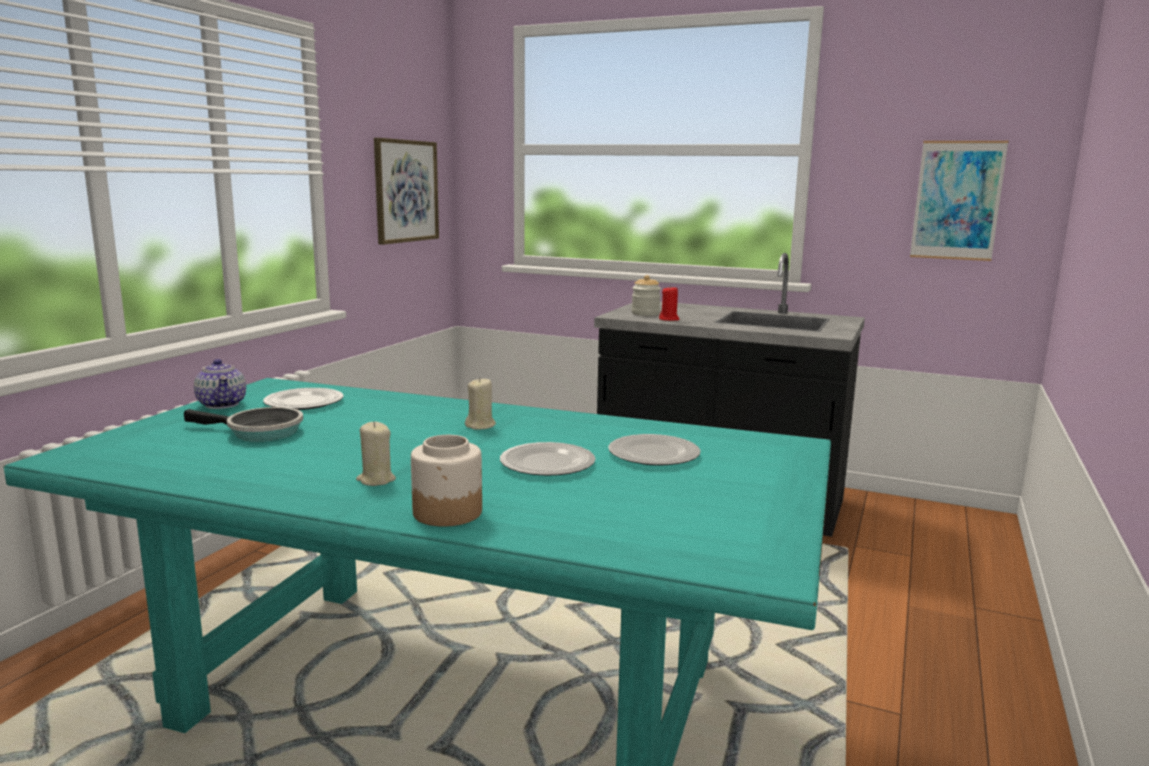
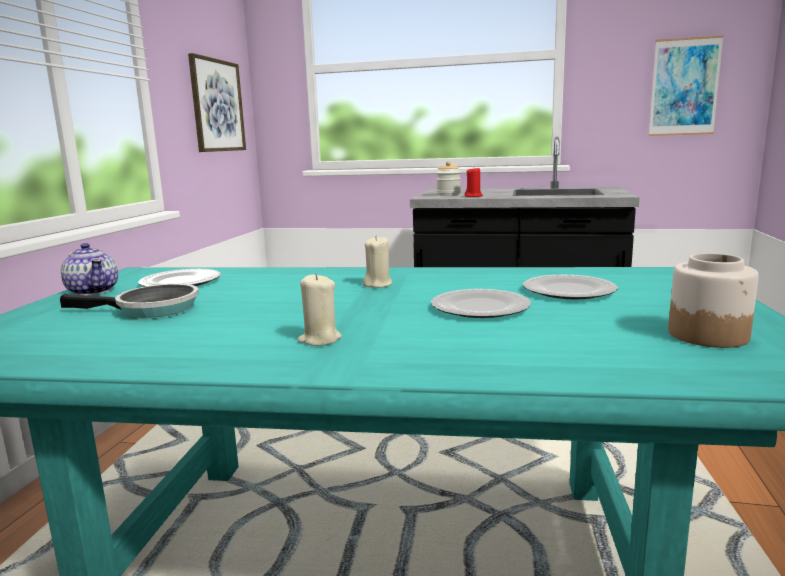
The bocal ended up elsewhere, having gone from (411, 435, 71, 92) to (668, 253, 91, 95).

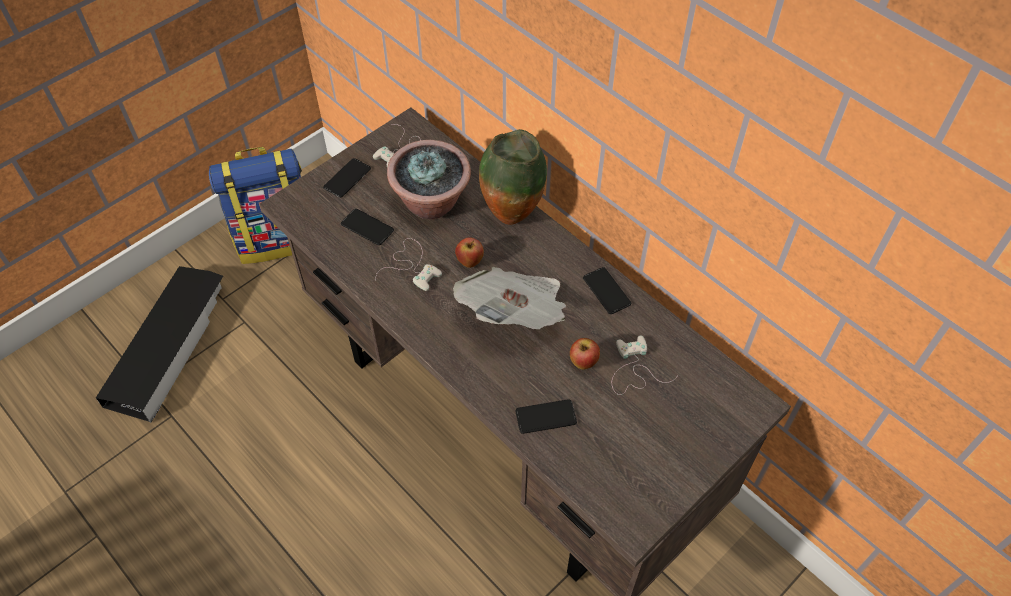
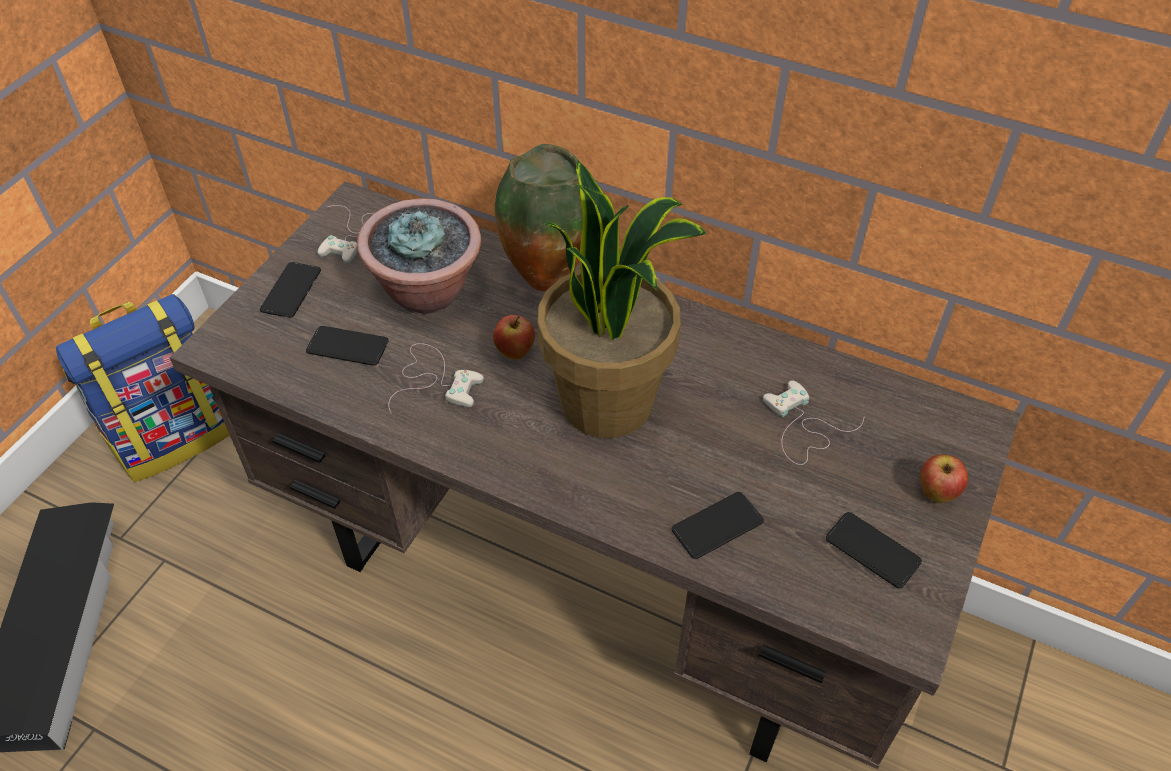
Where the journal stood at (453, 267, 113, 62), the plante en pot came to stand at (537, 160, 169, 278).
The téléphone ended up elsewhere, having gone from (583, 267, 48, 47) to (826, 512, 96, 76).
The pomme ended up elsewhere, having gone from (570, 338, 30, 31) to (920, 455, 48, 48).

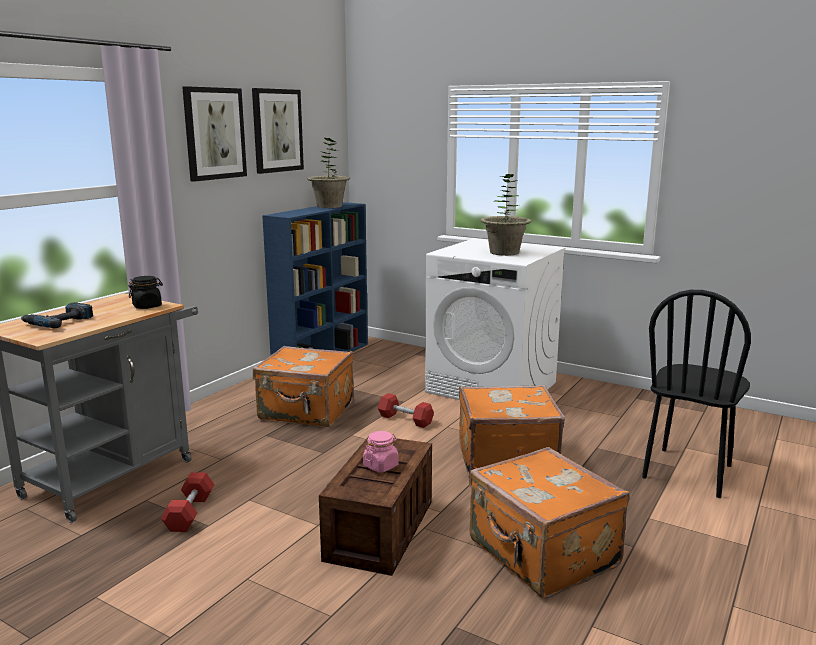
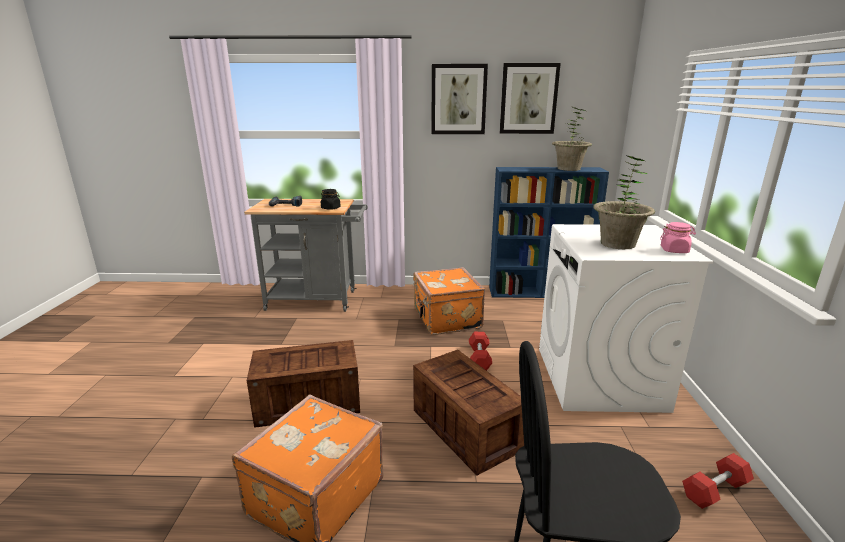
Where the valise [orange] stood at (459, 385, 106, 92), the caisse came to stand at (413, 350, 111, 125).
The bocal [rose] ended up elsewhere, having gone from (363, 431, 36, 42) to (660, 222, 36, 31).
The haltère [rouge] ended up elsewhere, having gone from (161, 472, 54, 60) to (682, 453, 72, 56).

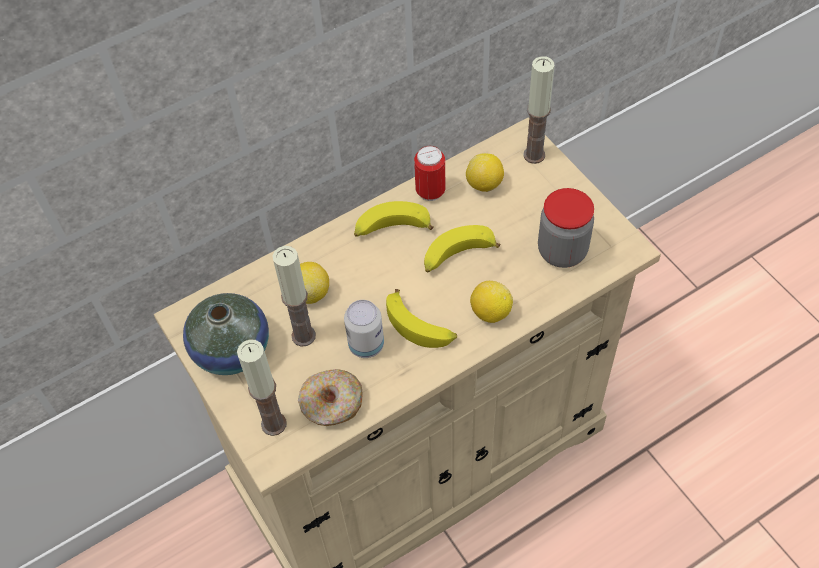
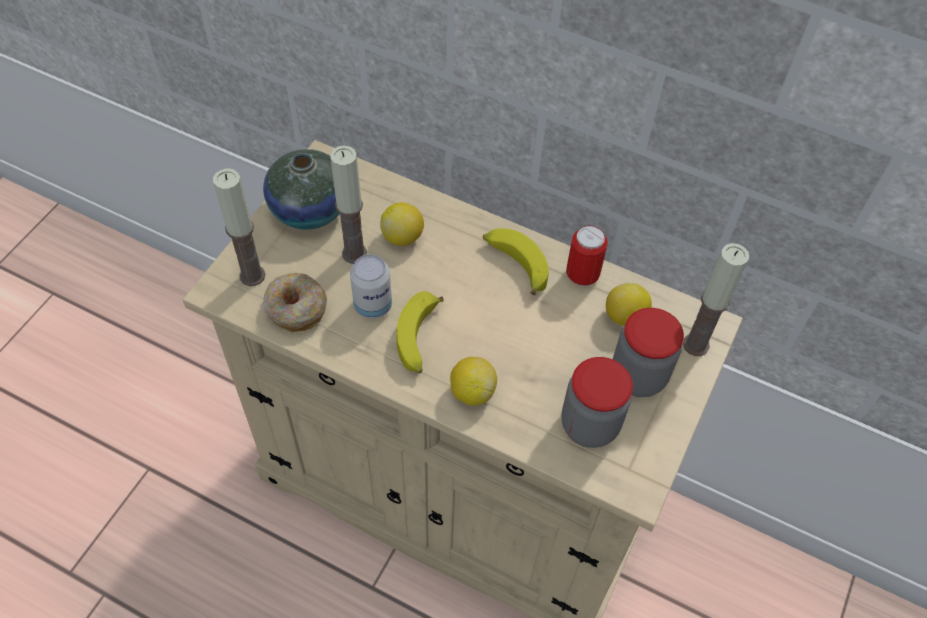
The second view lost the banane at (424, 225, 77, 47).
The second view gained the bocal at (613, 308, 71, 89).

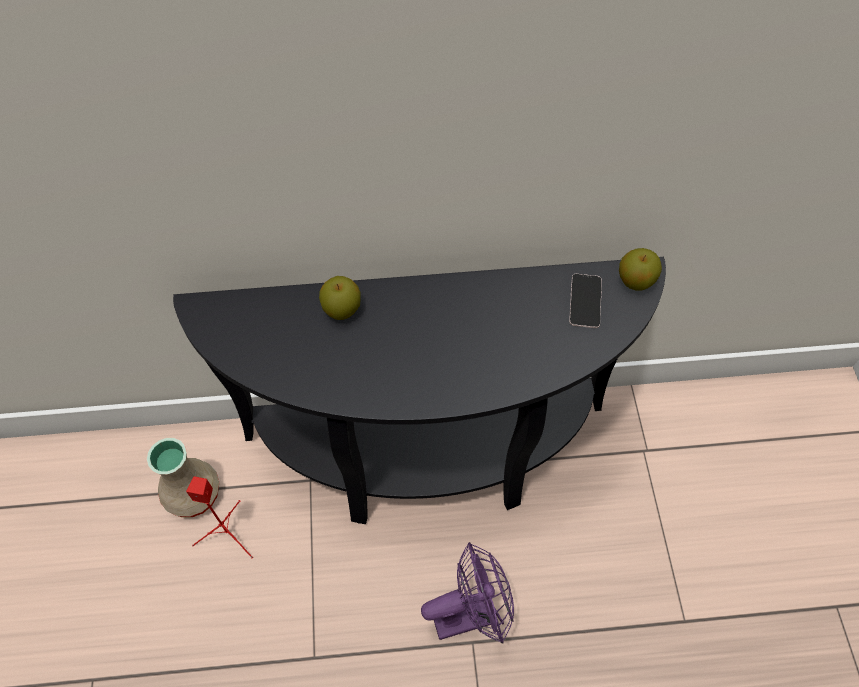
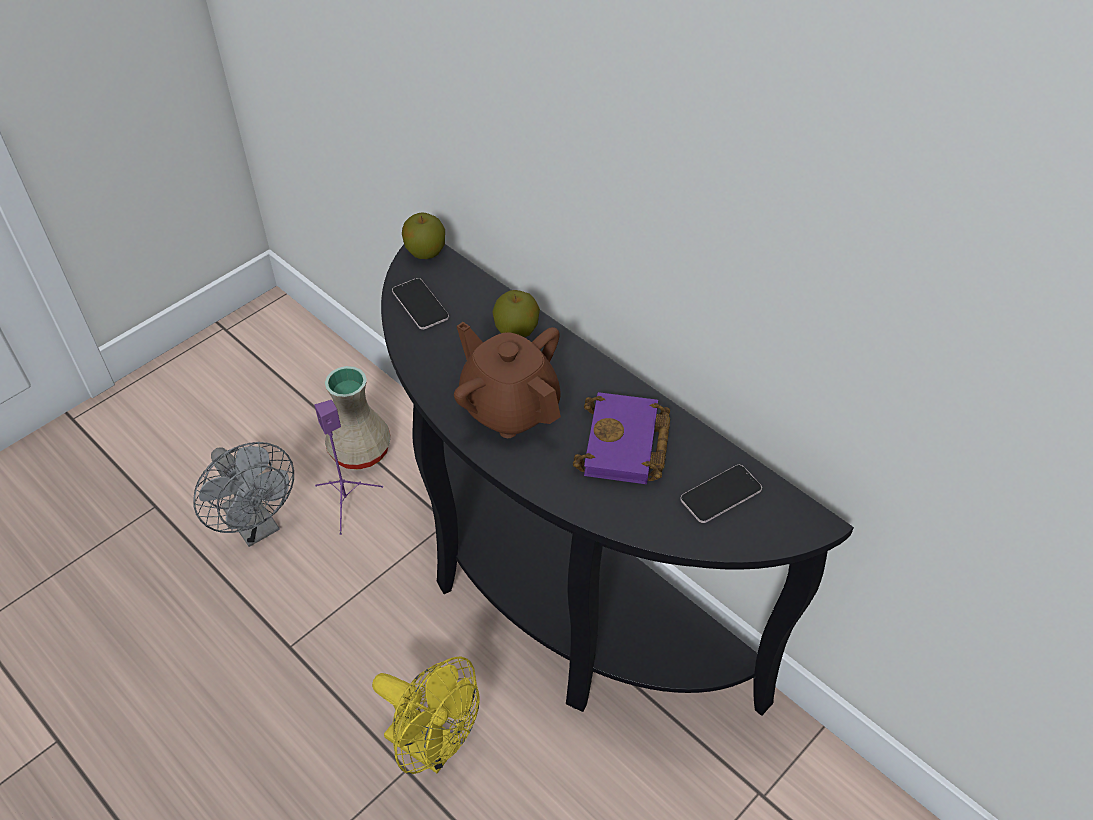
The pomme ended up elsewhere, having gone from (619, 248, 43, 43) to (402, 212, 43, 47).
What was the enceinte [rouge] at (186, 476, 67, 83) turned into the enceinte [violet] at (315, 400, 68, 135).
What was the ventilateur [violet] at (421, 542, 93, 102) turned into the ventilateur [jaune] at (372, 656, 108, 118).
The second view gained the téléphone at (392, 278, 57, 51).
The second view gained the théière [marron] at (454, 322, 107, 116).
The second view gained the livre [violet] at (573, 392, 97, 92).
The second view gained the ventilateur [gris] at (193, 442, 101, 105).

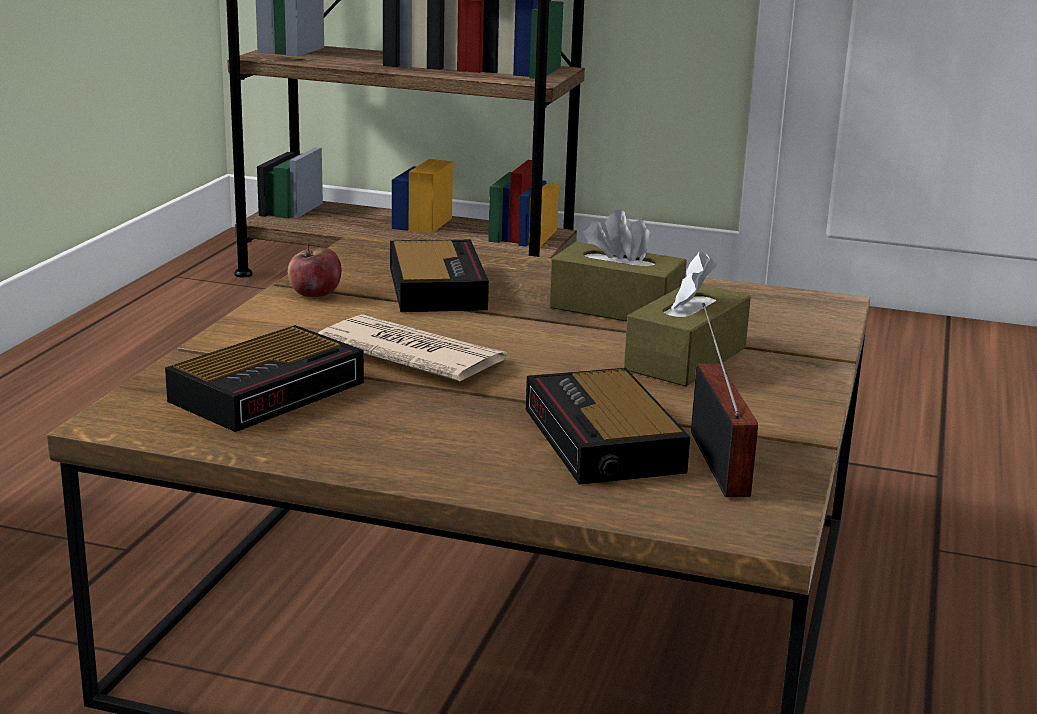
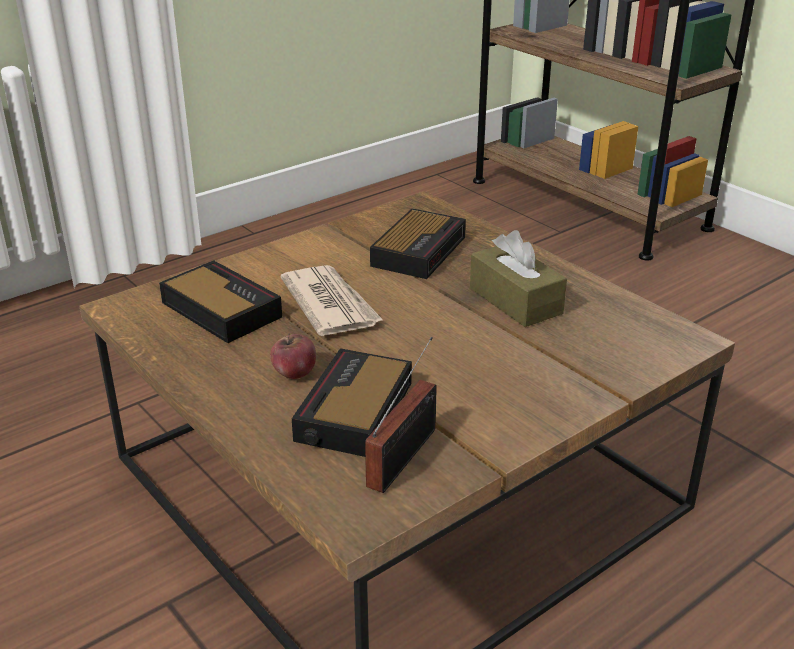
The pomme ended up elsewhere, having gone from (288, 244, 54, 53) to (270, 333, 46, 46).
The second view lost the boîte à mouchoirs [marron] at (624, 252, 127, 135).
The réveil at (165, 325, 199, 107) ended up facing another way, 120 degrees counterclockwise from before.

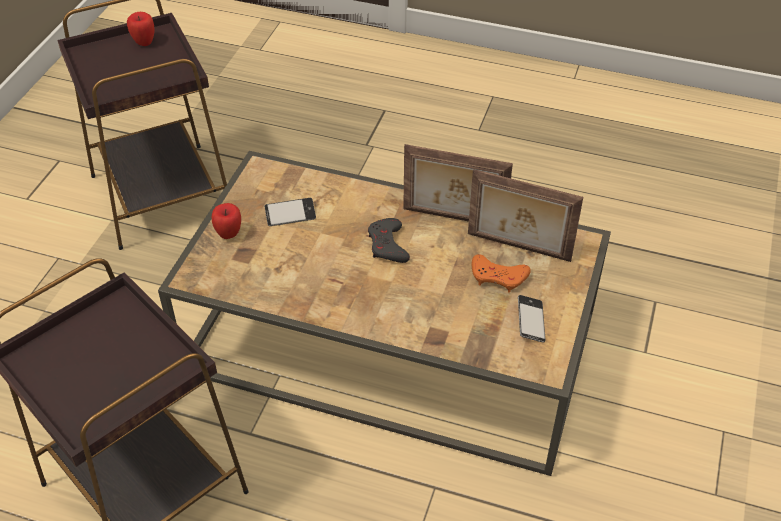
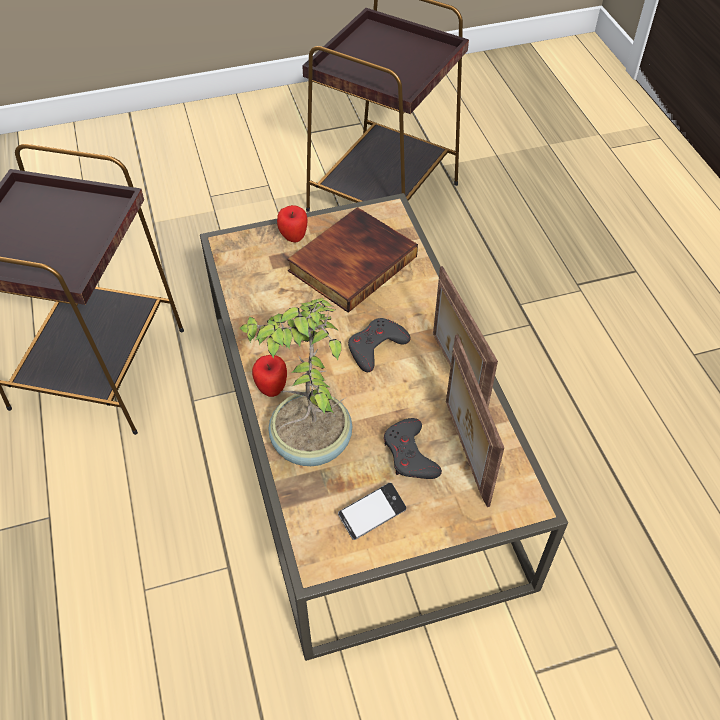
The pomme ended up elsewhere, having gone from (127, 12, 27, 34) to (252, 355, 35, 42).
Where the téléphone stood at (264, 198, 52, 28), the livre came to stand at (287, 207, 131, 106).
What was the manette [orange] at (472, 254, 59, 39) turned into the manette [gris] at (384, 418, 58, 61).
The second view gained the plante en pot at (240, 298, 112, 168).

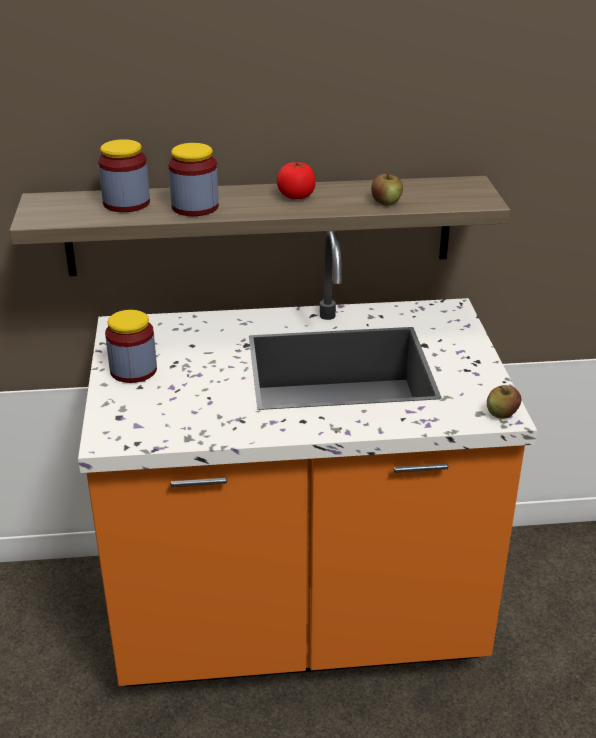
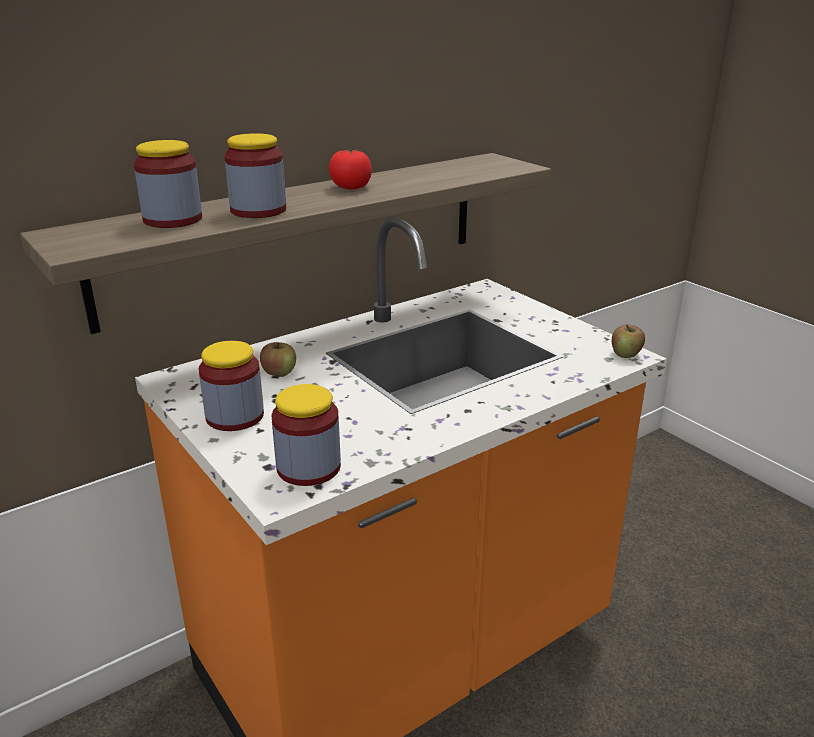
The pomme ended up elsewhere, having gone from (371, 174, 32, 32) to (260, 342, 36, 35).
The second view gained the bocal at (272, 384, 69, 102).

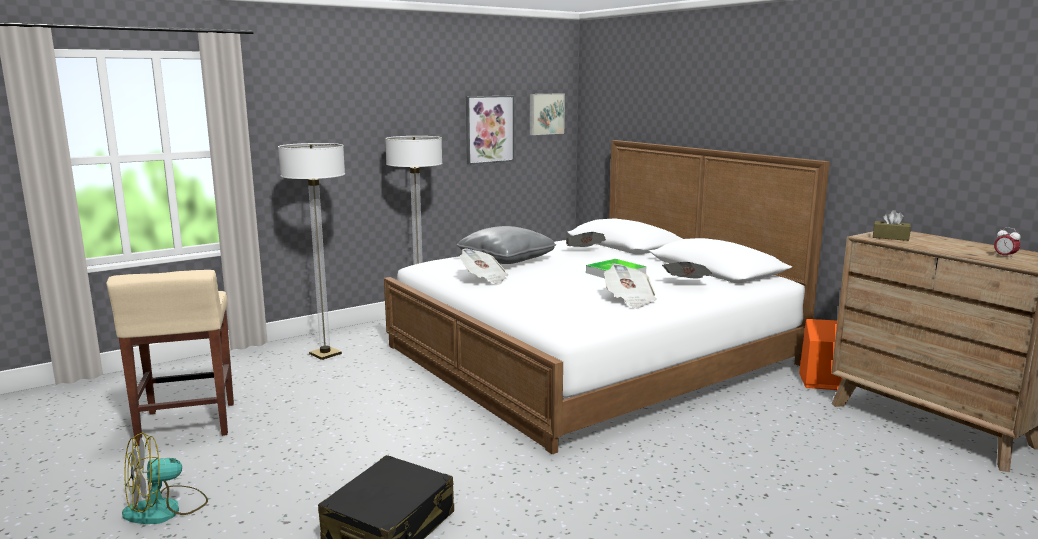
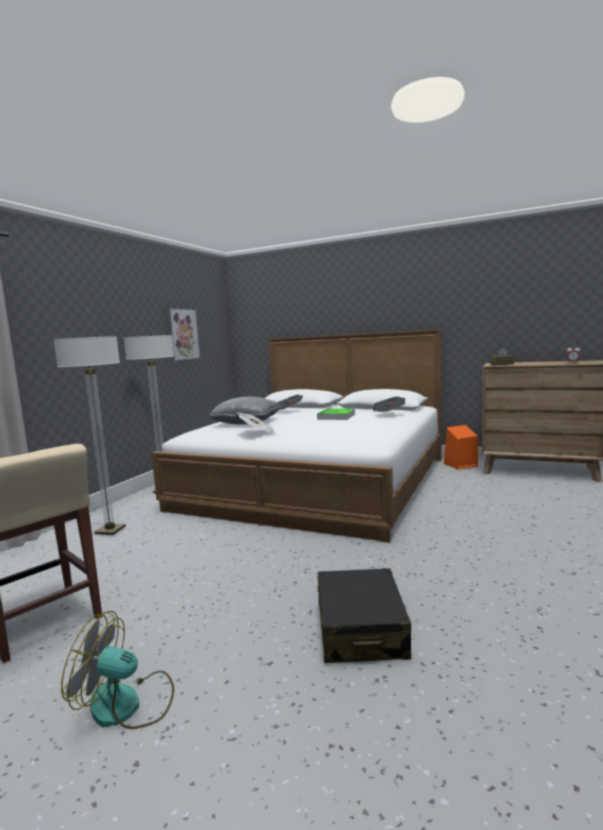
The second view lost the tableau at (530, 93, 35, 42).
The second view lost the journal at (604, 264, 53, 44).
The ventilateur at (122, 432, 86, 92) ended up facing another way, 75 degrees clockwise from before.

